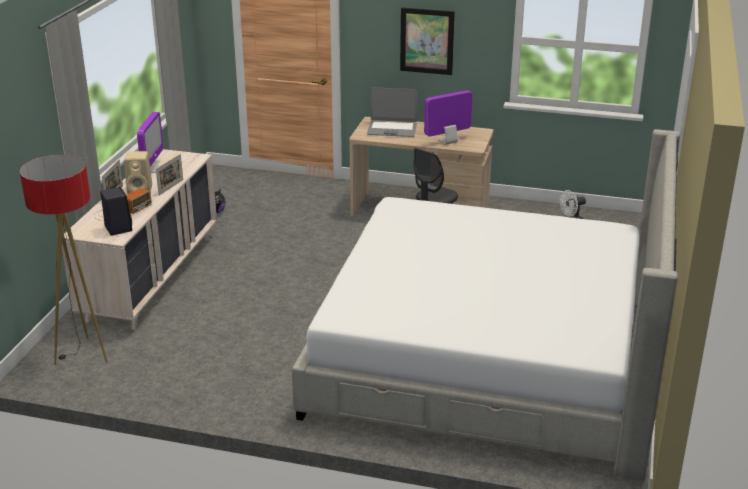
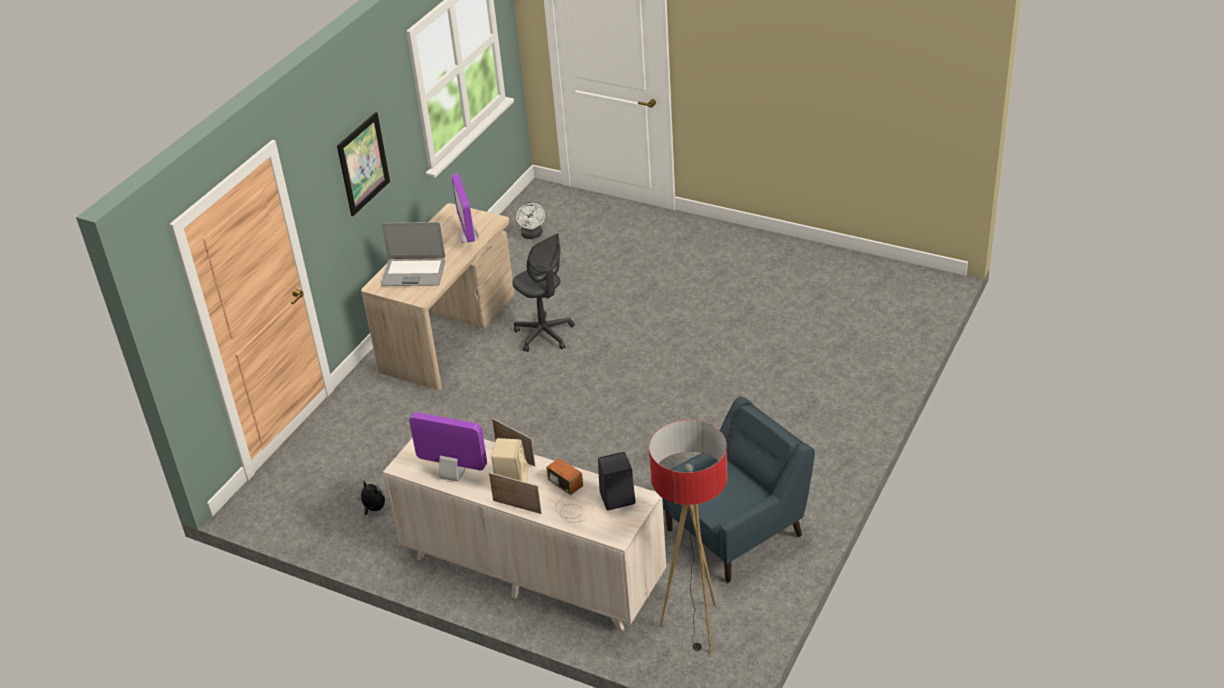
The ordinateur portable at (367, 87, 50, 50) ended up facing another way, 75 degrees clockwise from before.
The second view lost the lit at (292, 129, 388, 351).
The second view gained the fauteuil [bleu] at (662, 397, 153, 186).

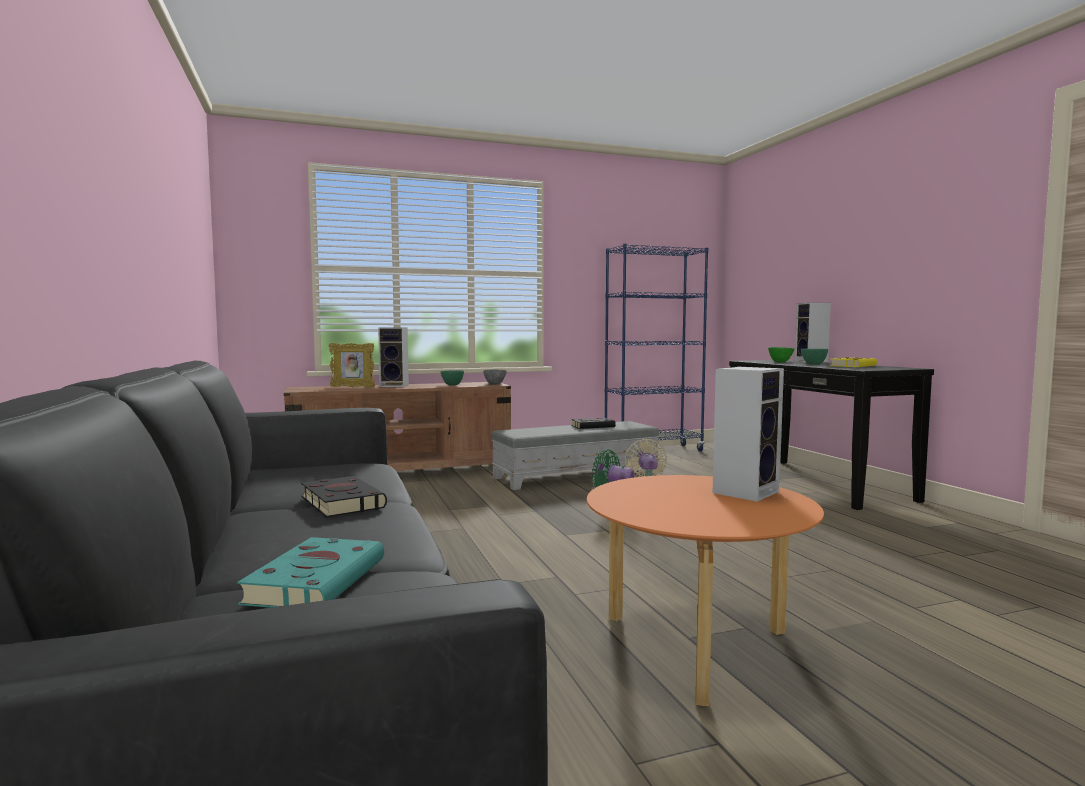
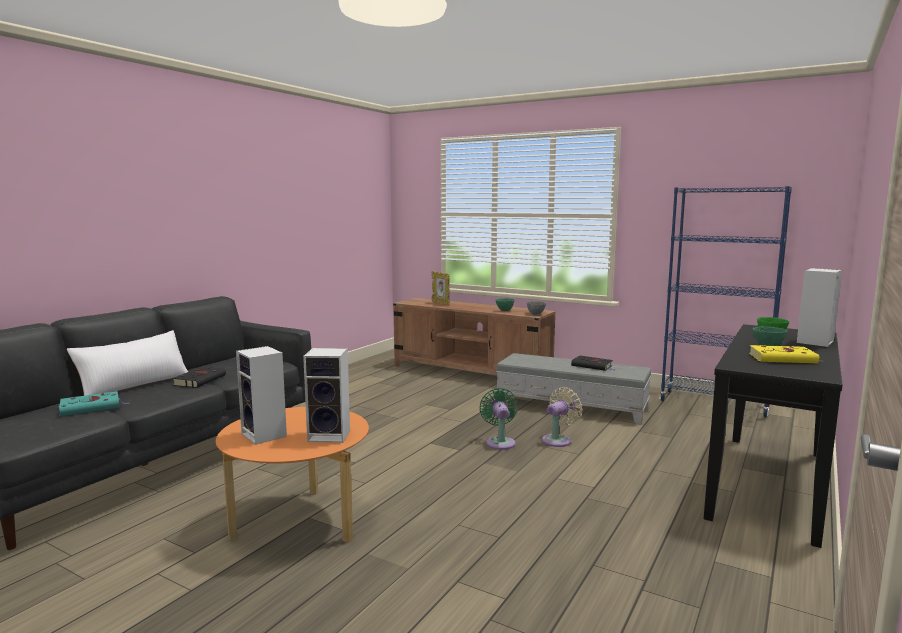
The enceinte ended up elsewhere, having gone from (378, 327, 31, 60) to (236, 346, 51, 99).
The second view gained the coussin [blanc] at (67, 330, 121, 66).

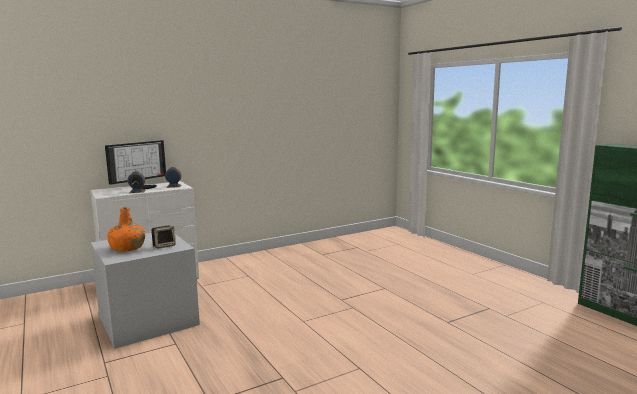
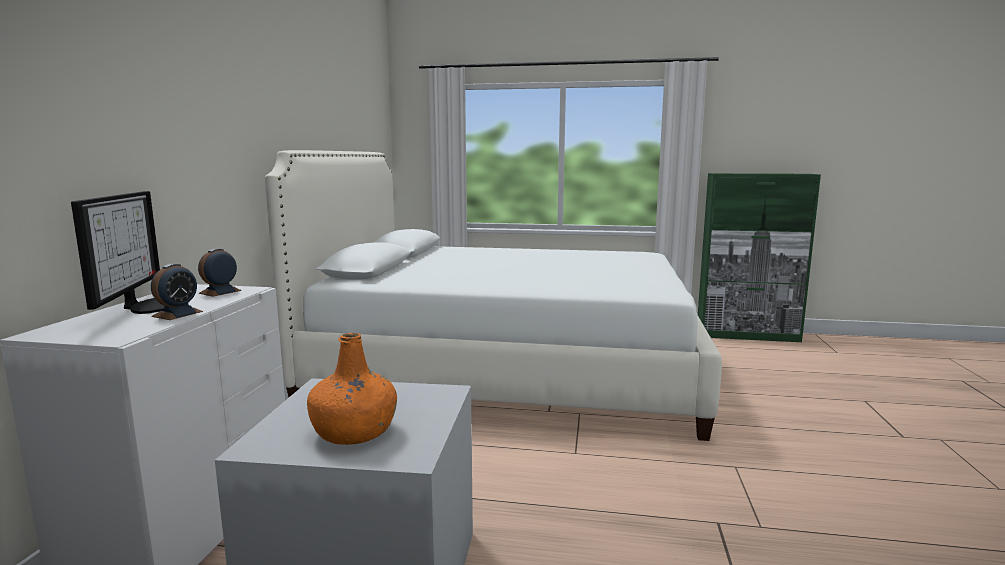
The second view lost the enceinte at (151, 225, 25, 24).
The second view gained the lit [blanc] at (265, 150, 457, 291).

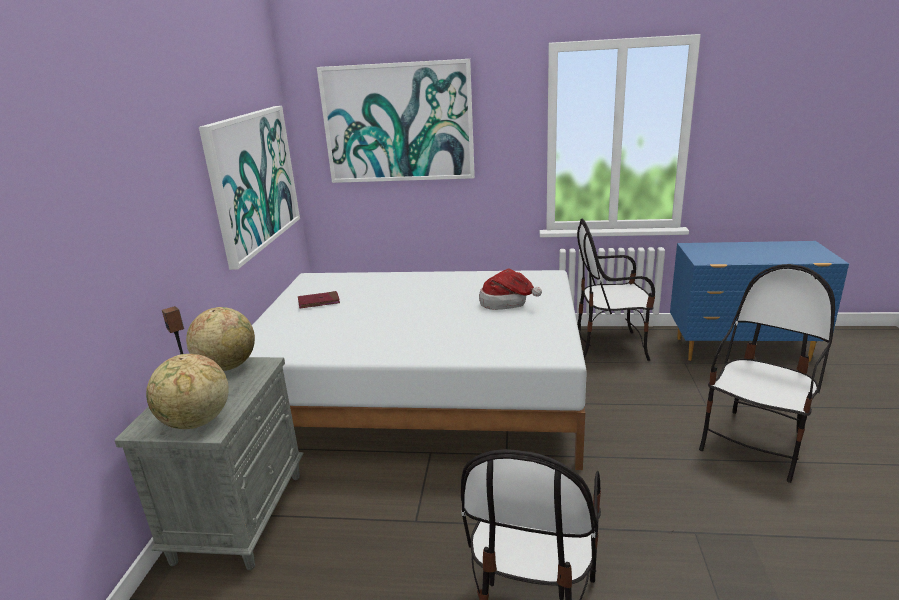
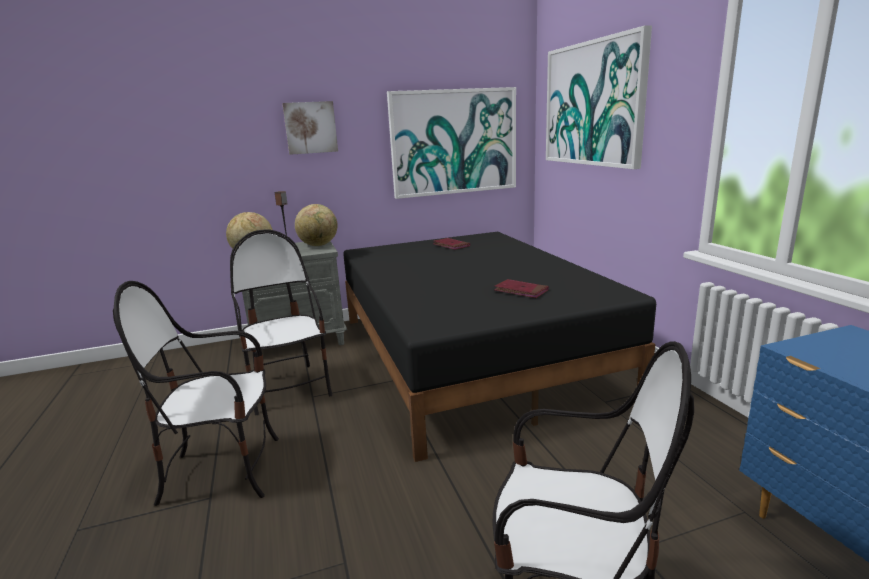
The chaise ended up elsewhere, having gone from (577, 219, 78, 142) to (230, 229, 102, 186).
Where the chapeau stood at (479, 268, 63, 42), the livre [rouge] came to stand at (494, 279, 55, 19).
What was the lit [blanc] at (249, 270, 338, 200) turned into the lit [noir] at (343, 232, 313, 230).
The second view gained the tableau at (282, 101, 56, 54).

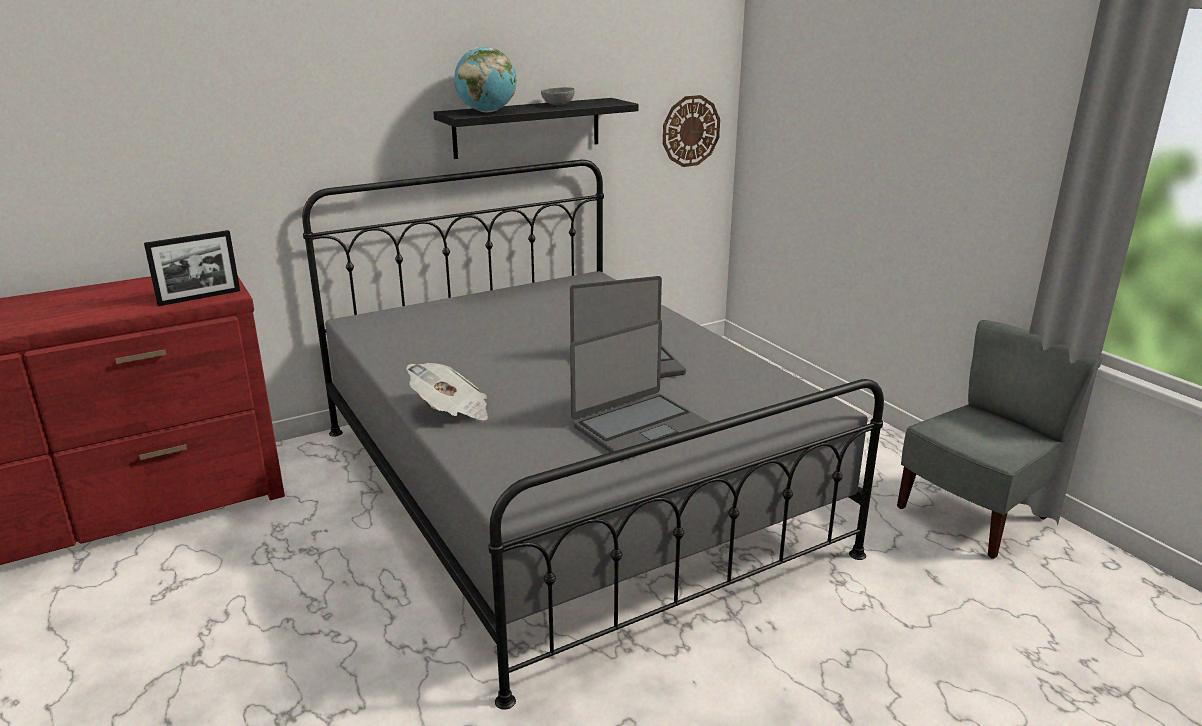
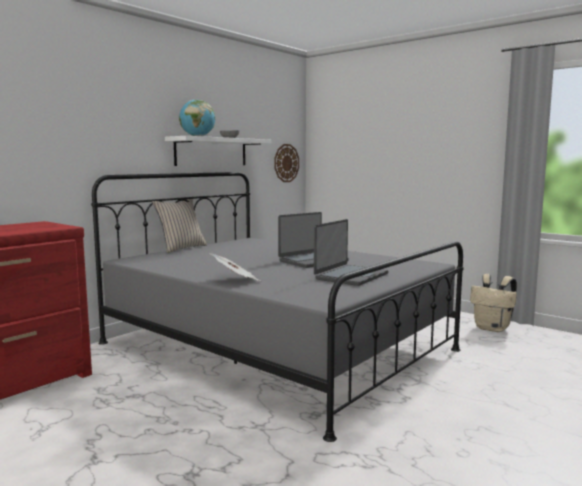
What was the étagère [noir] at (433, 98, 206, 61) turned into the étagère [blanc] at (165, 136, 107, 30).
The second view lost the cadre photo at (144, 230, 96, 76).
Where the chaise [gris] stood at (897, 320, 206, 239), the sac à dos [beige] came to stand at (470, 274, 47, 58).
The second view gained the coussin [beige] at (152, 199, 55, 54).

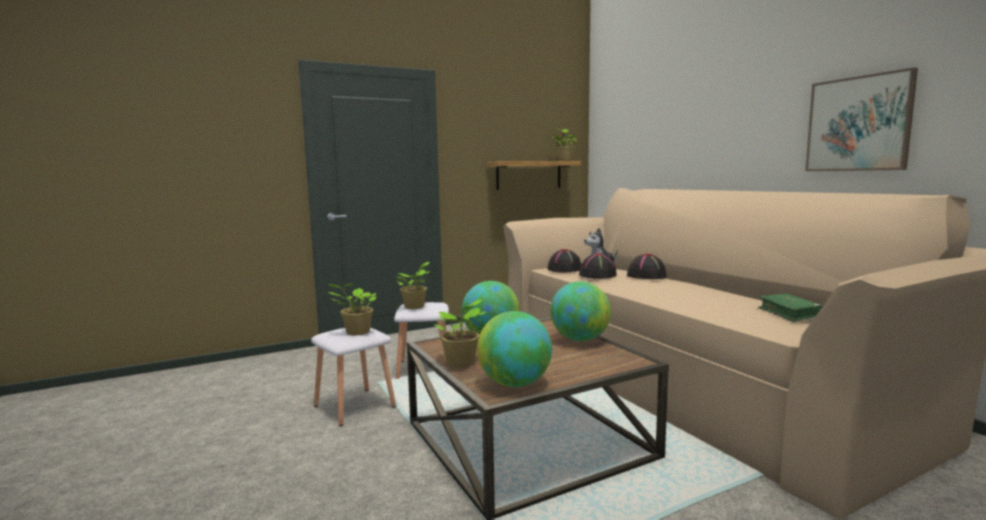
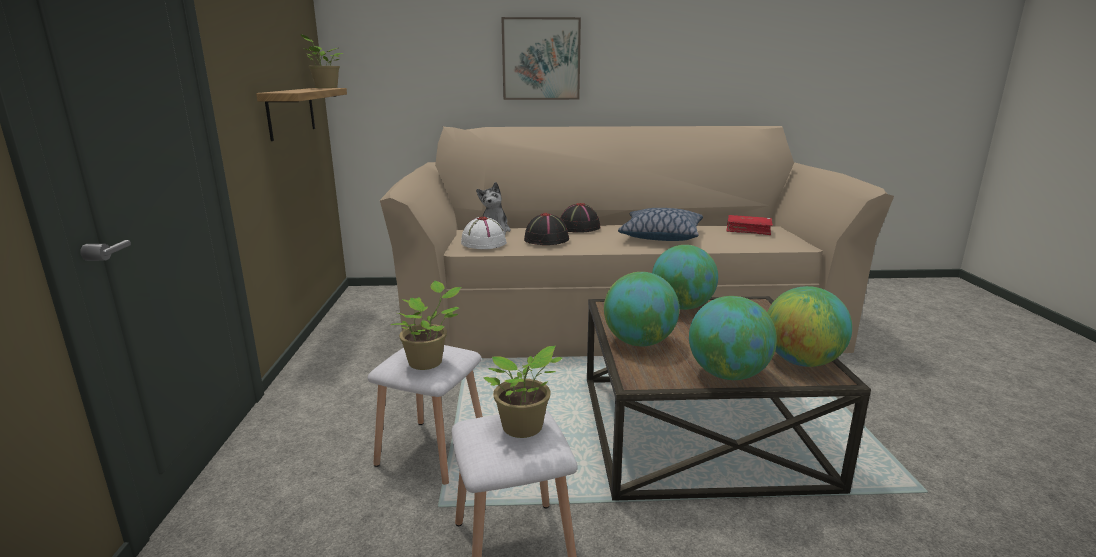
The tableau ended up elsewhere, having gone from (805, 67, 113, 104) to (501, 17, 80, 83).
What was the chapeau [noir] at (547, 249, 35, 24) turned into the chapeau [blanc] at (461, 217, 46, 32).
What was the livre [vert] at (758, 294, 66, 28) turned into the livre [rouge] at (726, 215, 47, 20).
Where the plante en pot stood at (434, 299, 53, 68), the globe came to stand at (689, 296, 88, 84).
The second view gained the coussin at (618, 208, 85, 33).

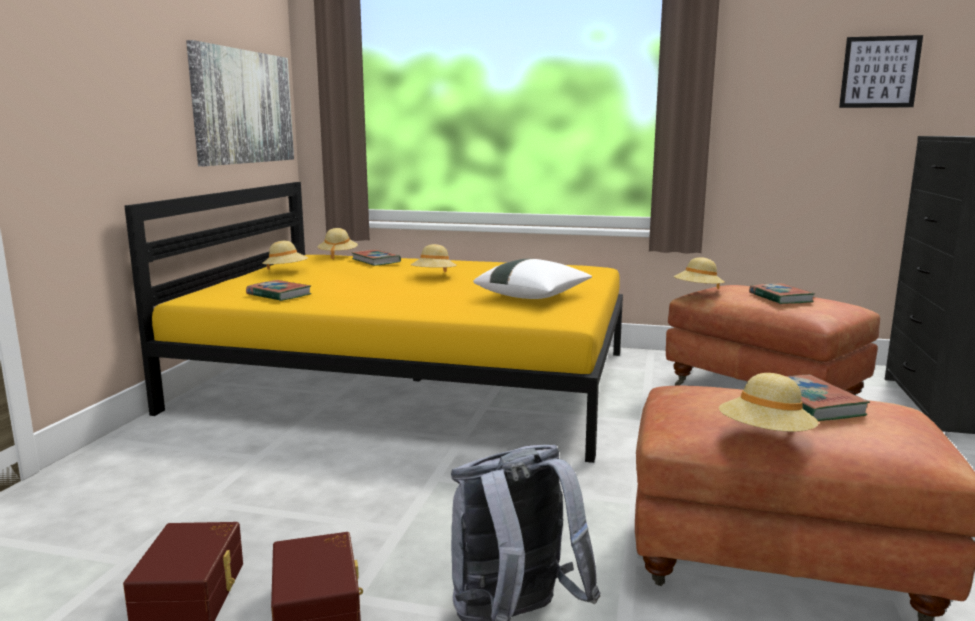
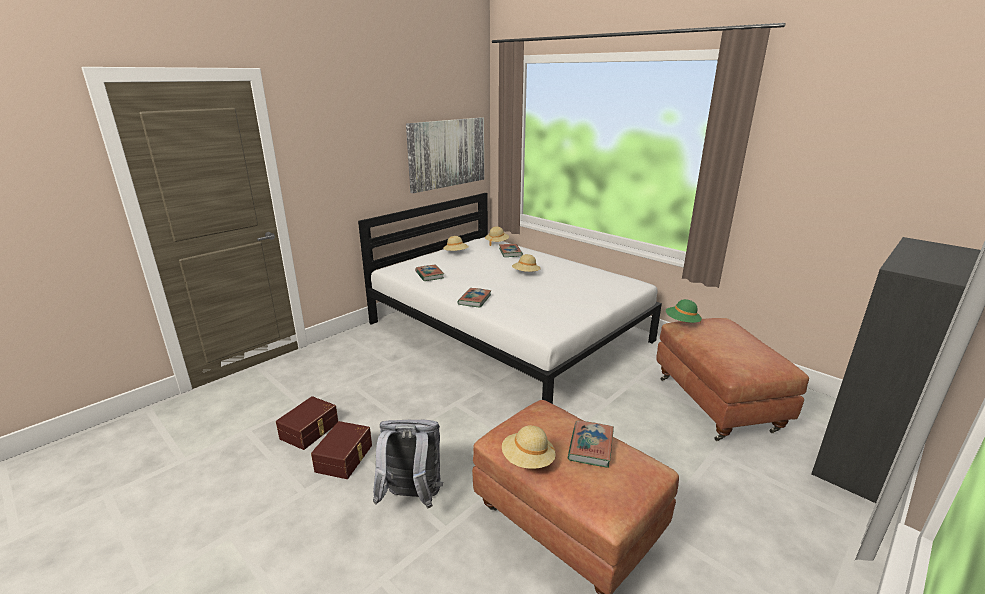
The second view lost the tableau at (839, 35, 84, 73).
What was the lit [jaune] at (124, 182, 499, 281) turned into the lit [blanc] at (358, 193, 304, 211).
What was the chapeau [beige] at (674, 257, 50, 32) turned into the chapeau [vert] at (666, 299, 36, 25).
The second view lost the coussin [blanc] at (473, 259, 119, 40).
The livre ended up elsewhere, having gone from (749, 283, 66, 21) to (457, 288, 34, 20).

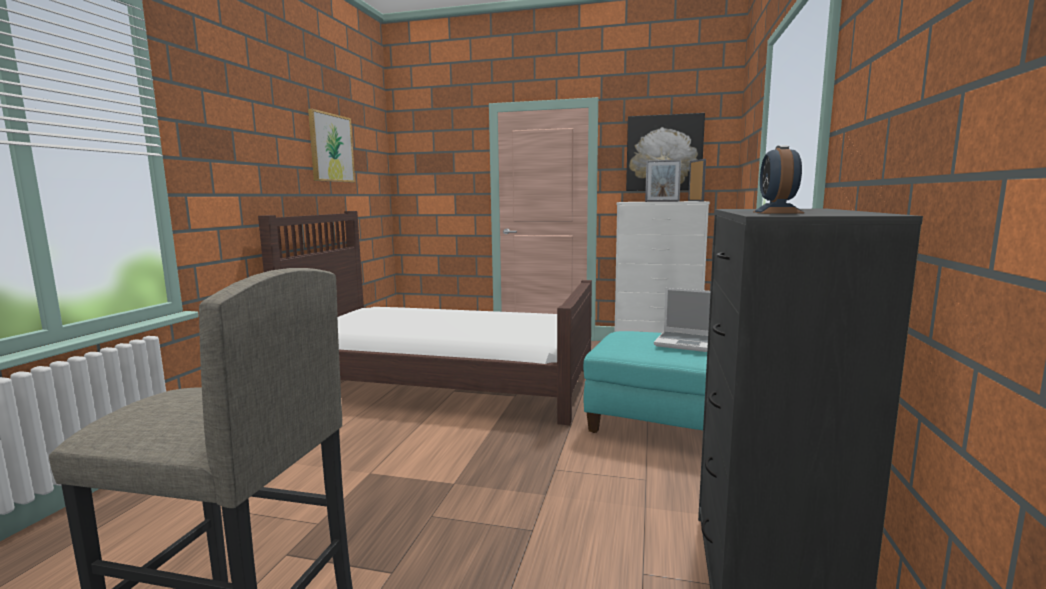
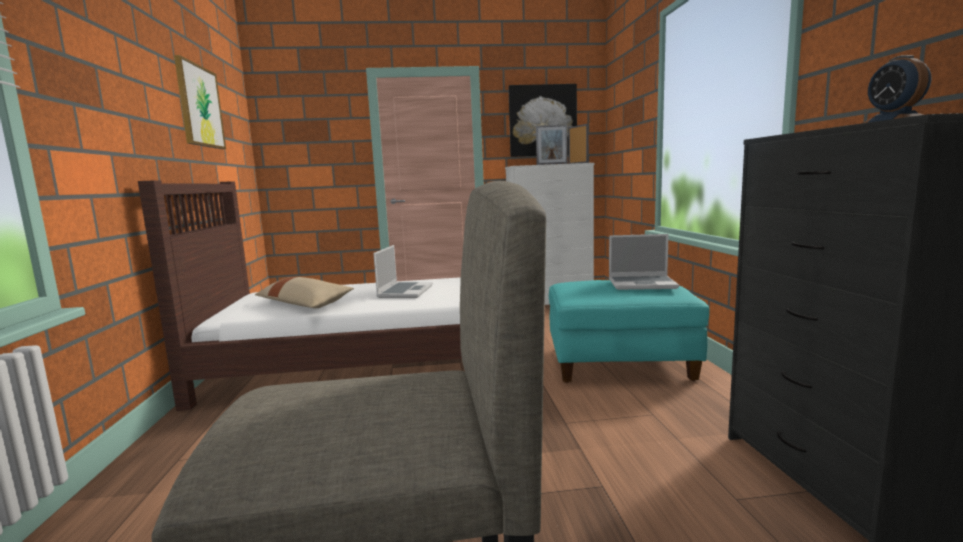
The second view gained the ordinateur portable at (373, 245, 60, 53).
The second view gained the coussin [beige] at (255, 277, 99, 31).

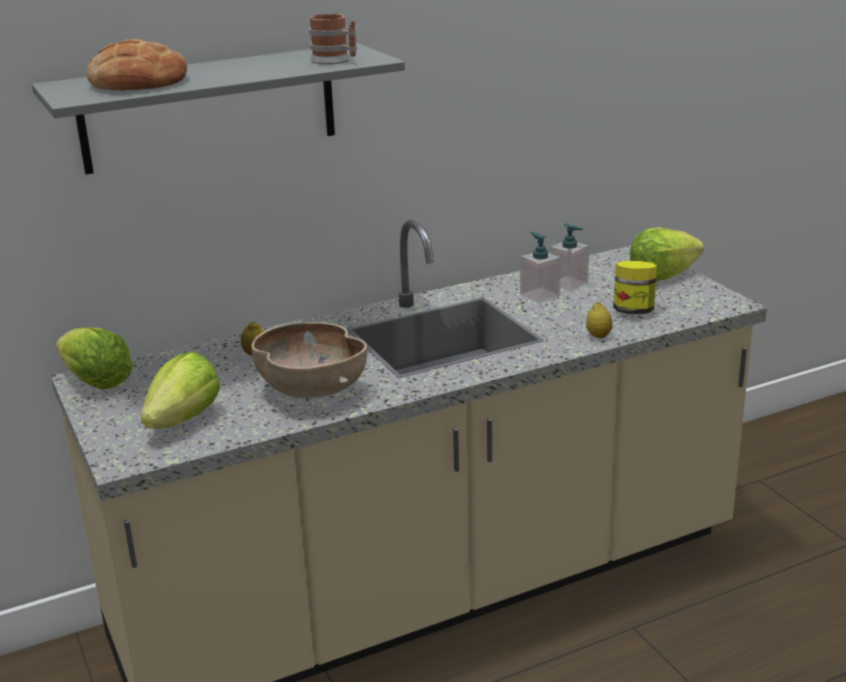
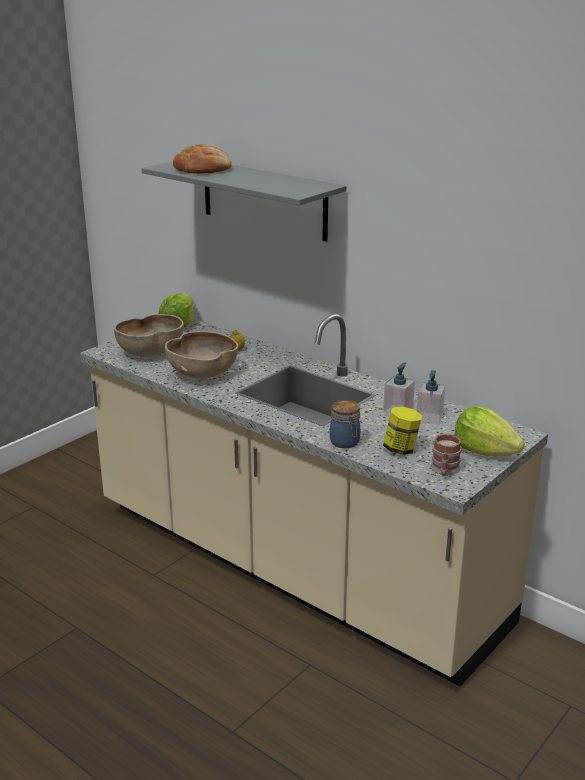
The mug ended up elsewhere, having gone from (309, 13, 48, 51) to (430, 434, 32, 42).
Where the citron stood at (586, 302, 26, 36), the bocal came to stand at (330, 400, 30, 48).
Where the laitue stood at (141, 351, 79, 78), the bol [marron] came to stand at (114, 314, 70, 42).

